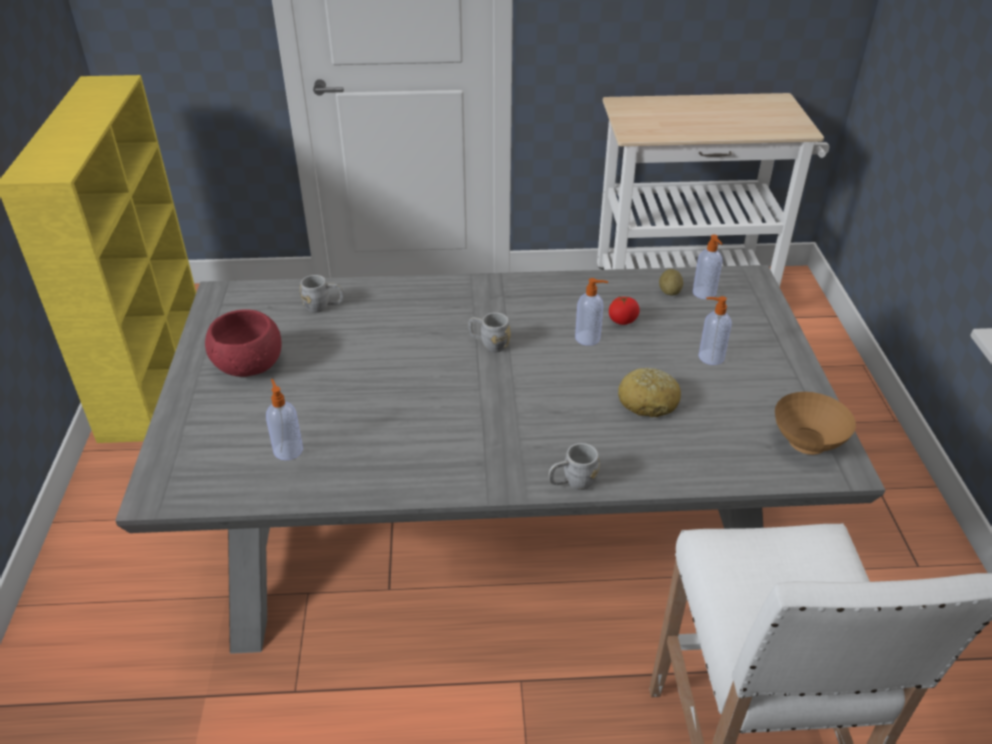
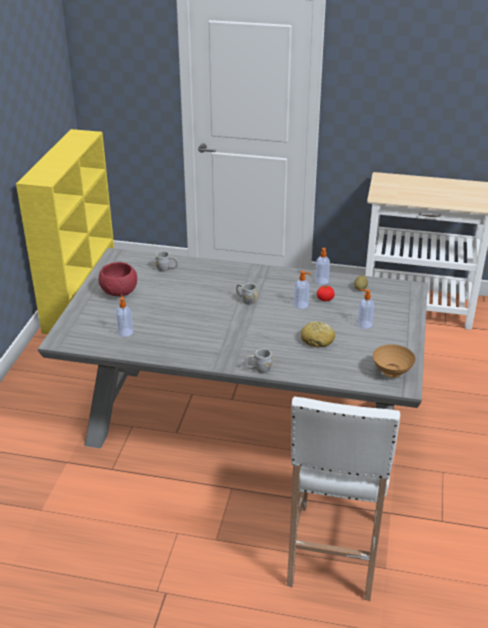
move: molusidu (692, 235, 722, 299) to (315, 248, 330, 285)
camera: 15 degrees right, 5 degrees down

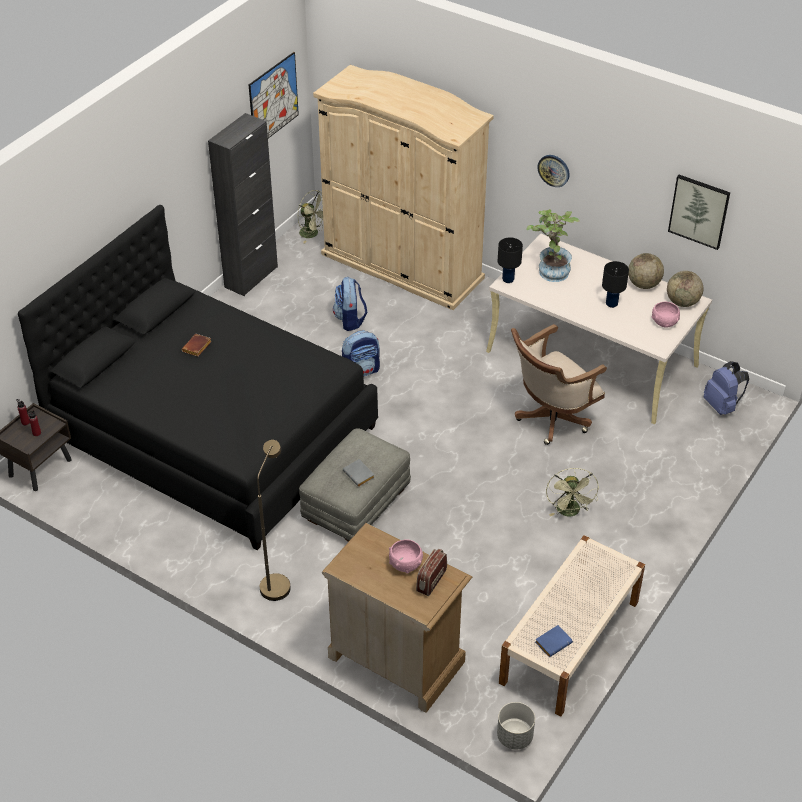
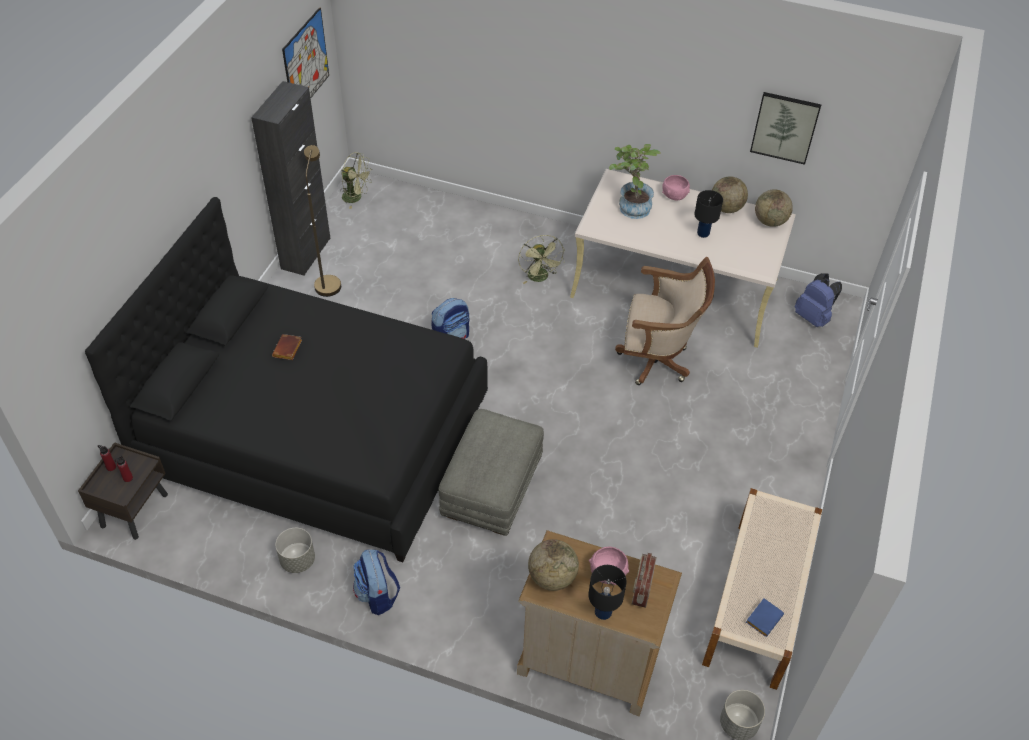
delete: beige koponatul (313, 65, 494, 310); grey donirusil (343, 459, 375, 487); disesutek (537, 155, 569, 187)
insert: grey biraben (275, 528, 315, 573); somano (528, 539, 579, 591)
move: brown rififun (257, 440, 291, 601) to (304, 145, 341, 297); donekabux (333, 277, 367, 331) to (353, 549, 400, 615); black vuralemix (498, 237, 523, 283) to (588, 565, 627, 620); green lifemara (546, 468, 599, 516) to (518, 235, 565, 284); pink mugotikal (652, 302, 680, 328) to (662, 175, 690, 200)
rotate: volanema (511, 324, 607, 445) = (615, 257, 715, 385) 120 degrees counterclockwise
camera: 15 degrees left, 5 degrees up

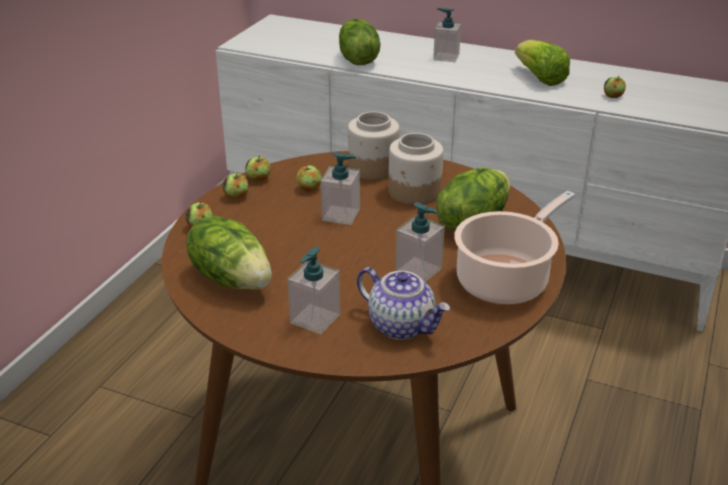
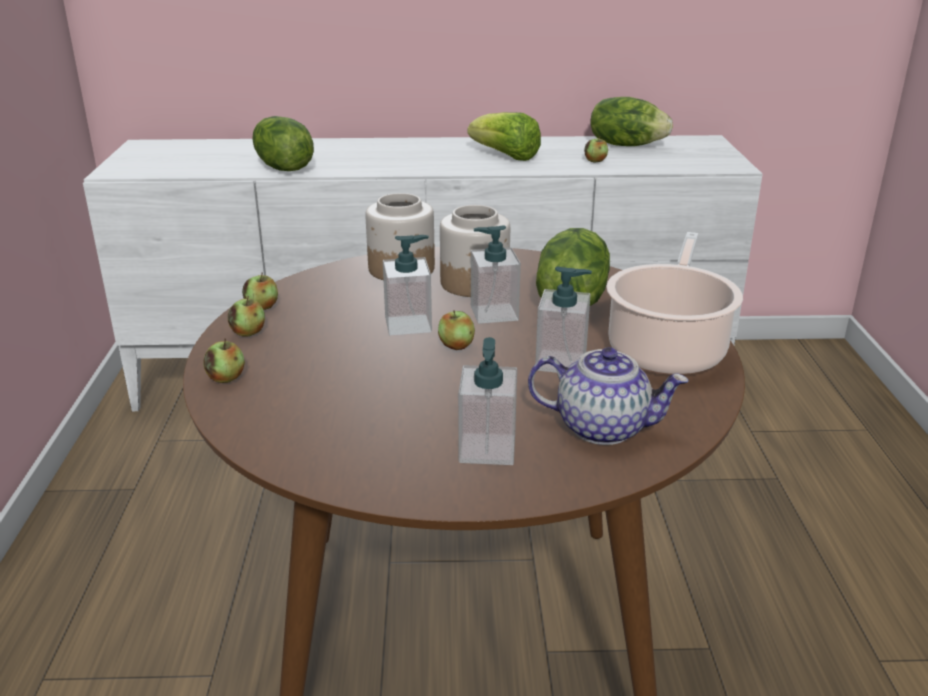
move: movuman (186, 216, 272, 290) to (590, 97, 673, 146); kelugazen (297, 165, 322, 192) to (438, 310, 475, 350); molusidu (433, 8, 461, 62) to (471, 225, 521, 324)
camera: 25 degrees left, 5 degrees down

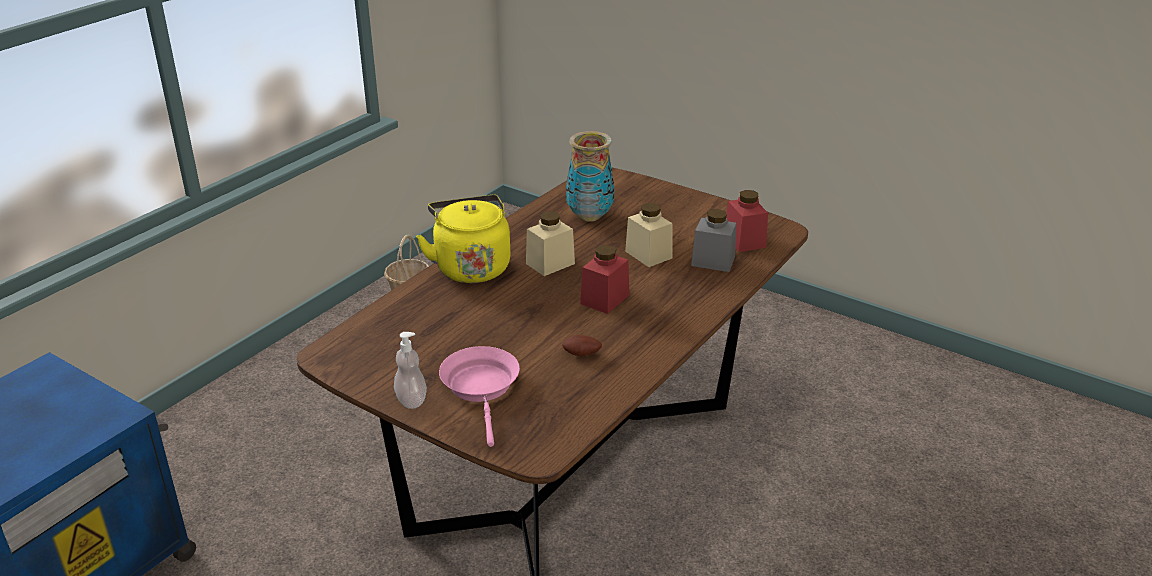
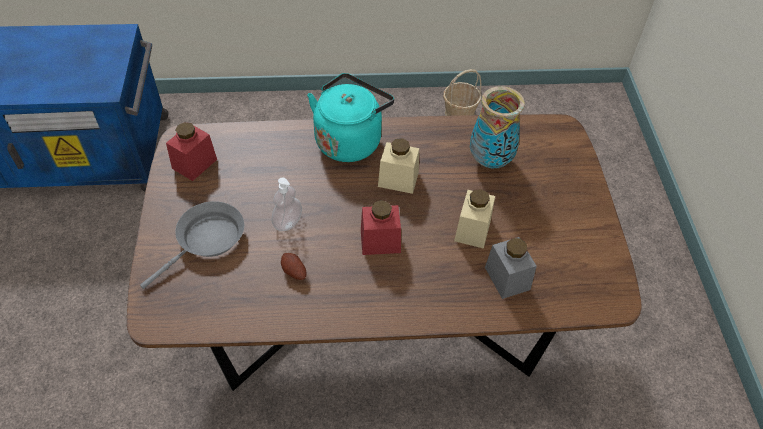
move: molusidu (394, 332, 427, 409) to (272, 177, 302, 231); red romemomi (726, 190, 768, 252) to (166, 122, 217, 181)
recolor: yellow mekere (416, 195, 511, 283) to turquoise mekere (307, 73, 394, 162); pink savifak (439, 346, 520, 447) to grey savifak (140, 201, 244, 289)
camera: 50 degrees right, 20 degrees up

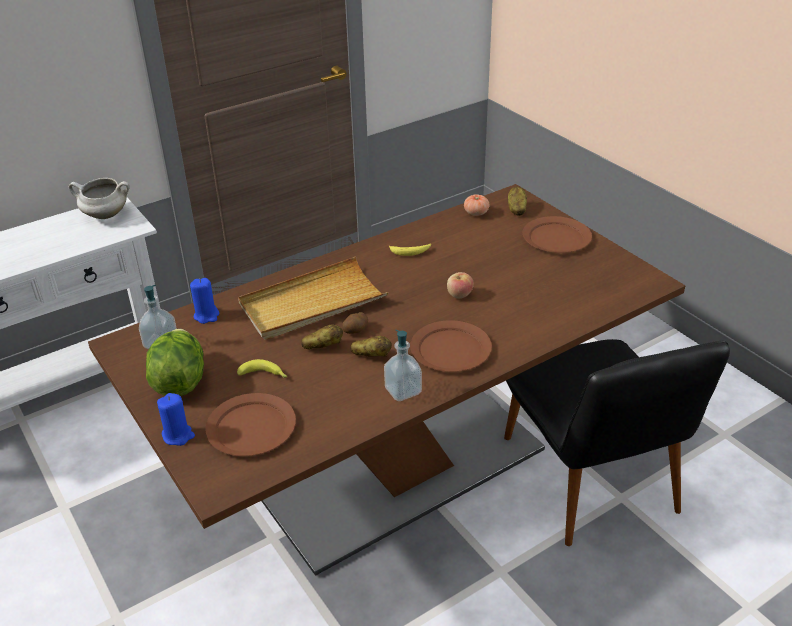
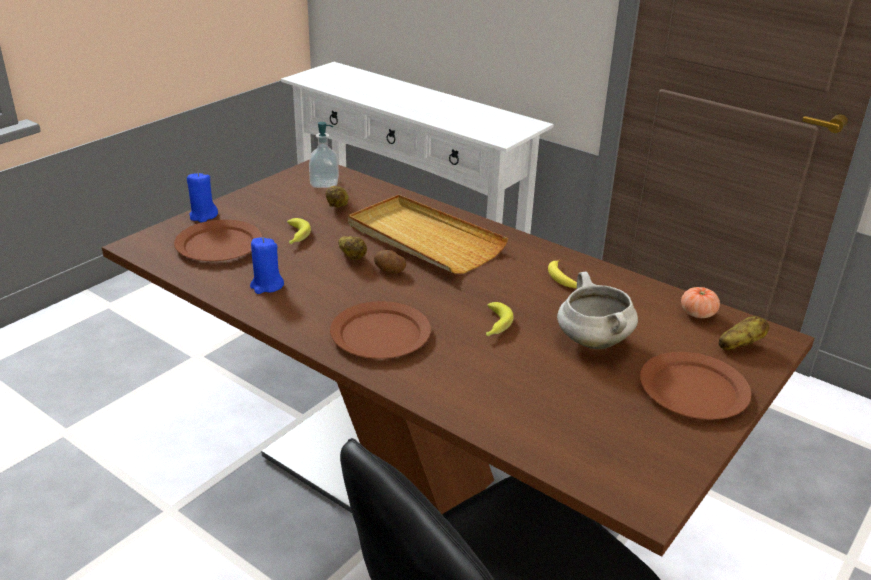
delete: movuman (146, 329, 204, 396); molusidu (384, 330, 422, 401)
move: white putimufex (69, 178, 130, 219) to (557, 272, 638, 349); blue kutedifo (190, 278, 219, 324) to (250, 237, 284, 294); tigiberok (350, 336, 392, 357) to (326, 186, 349, 208)
replace: kelugazen (447, 272, 474, 299) to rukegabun (486, 302, 514, 336)
camera: 70 degrees right, 5 degrees down

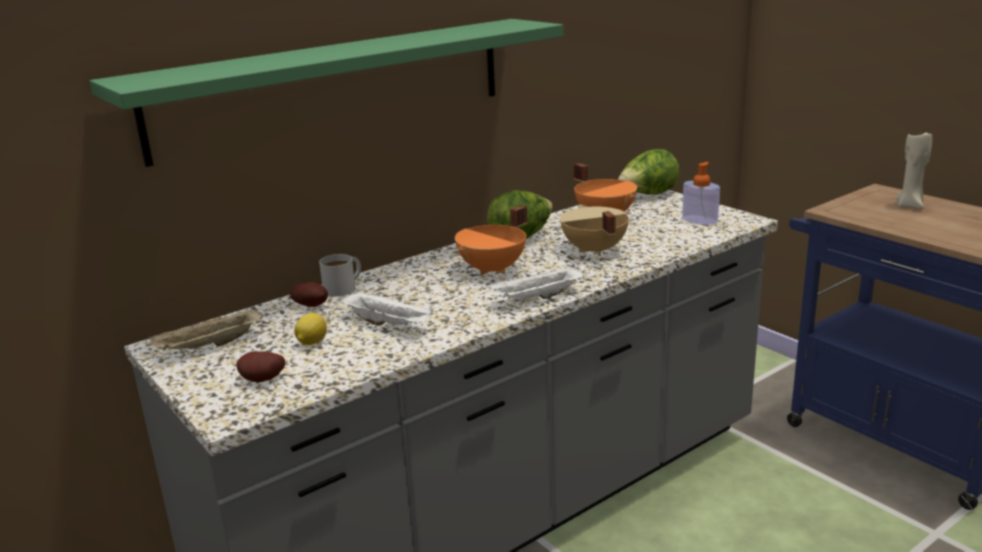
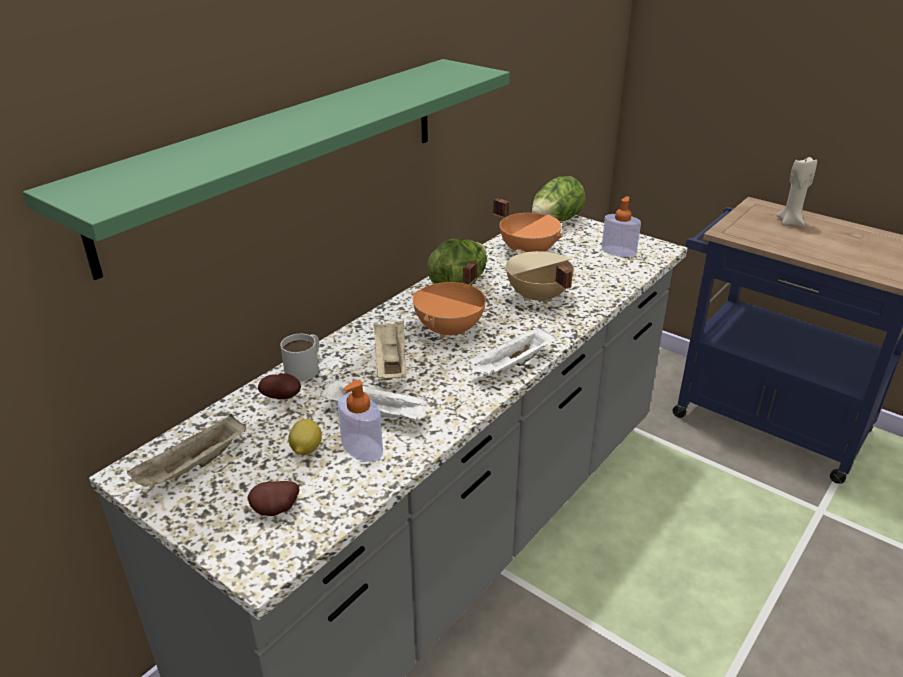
insert: molusidu (338, 380, 383, 462); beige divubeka (374, 321, 406, 379)
camera: 15 degrees left, 10 degrees up

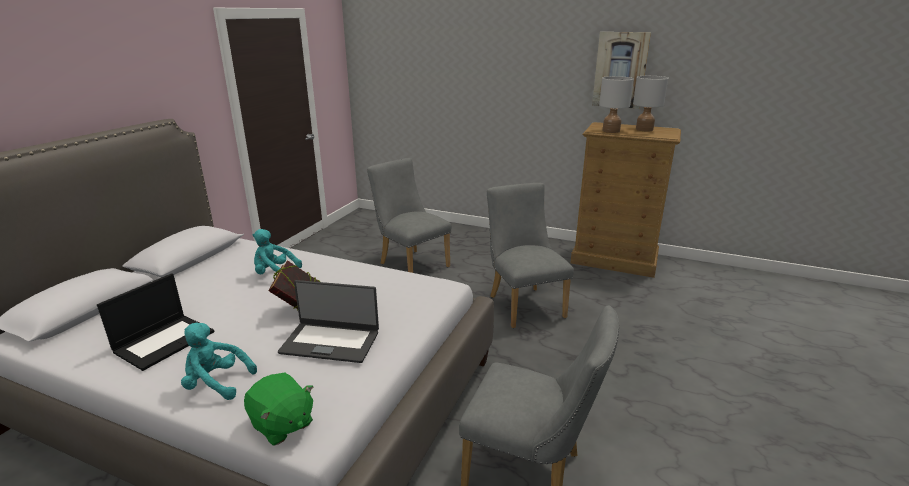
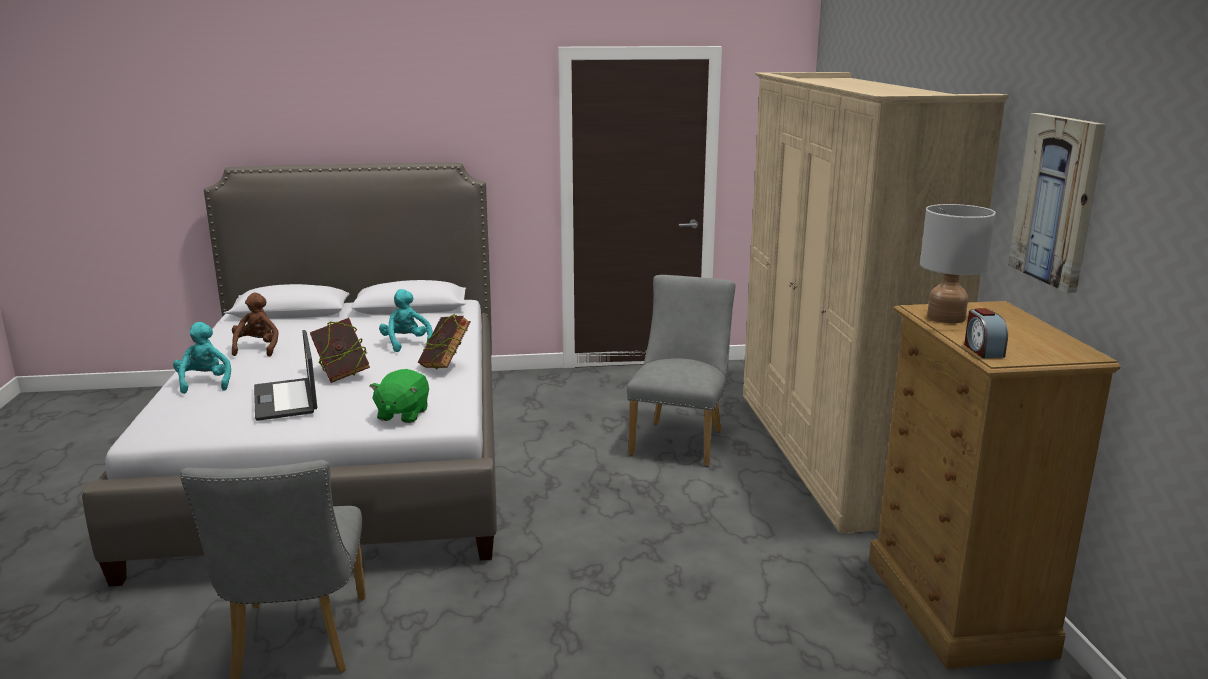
delete: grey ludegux (487, 183, 574, 328); grey vuralemix (633, 76, 669, 131)
insert: donirusil (418, 314, 471, 369); beige koponatul (743, 72, 1009, 534); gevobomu (964, 308, 1008, 358)
move: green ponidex (244, 372, 313, 446) to (370, 369, 429, 423)
replace: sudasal (97, 273, 214, 371) to brown ponidex (232, 293, 279, 356)
camera: 60 degrees right, 5 degrees down

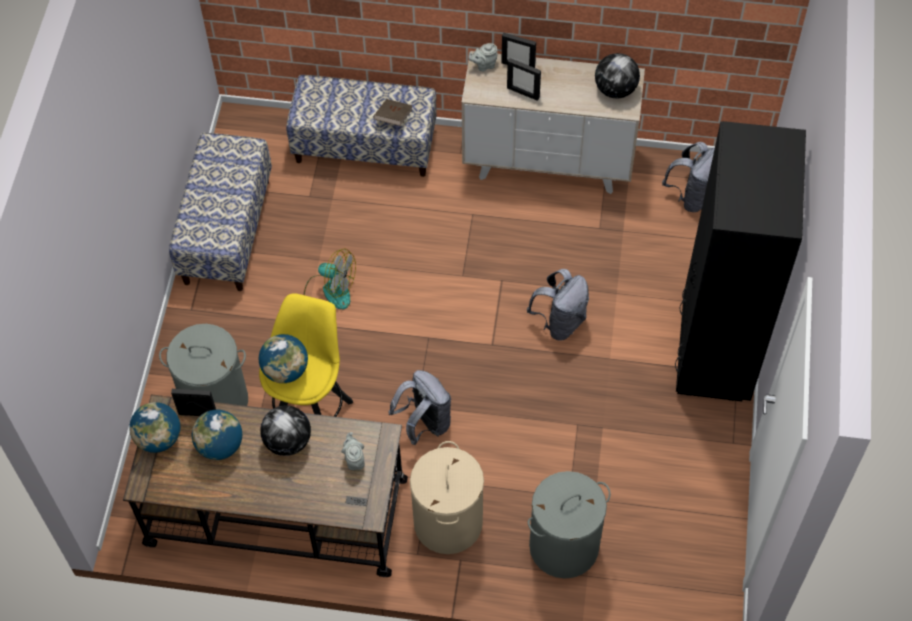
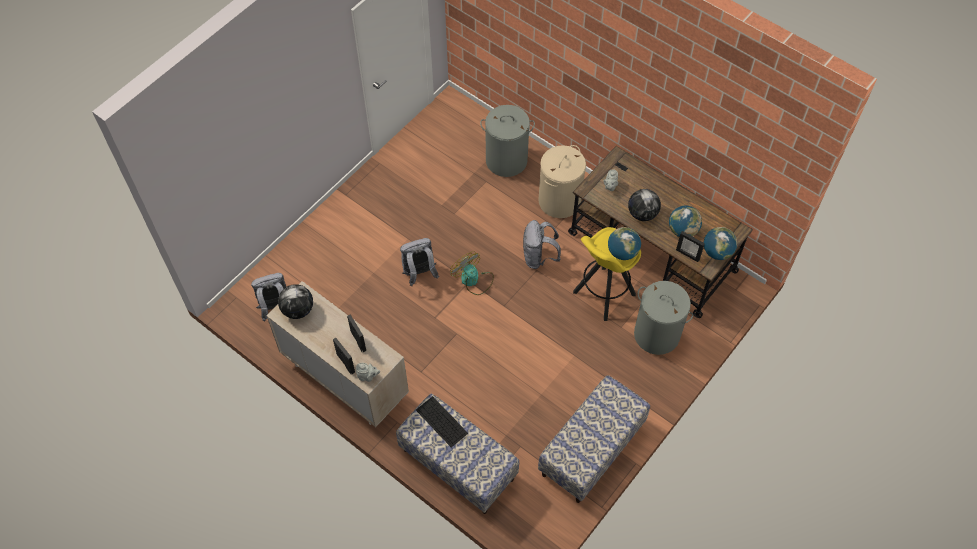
delete: black koponatul (675, 121, 806, 401)
move: lifemara (304, 249, 356, 309) to (450, 251, 494, 295)
replace: brown donirusil (374, 99, 413, 126) to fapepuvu (416, 396, 468, 447)
camera: 150 degrees left, 0 degrees up

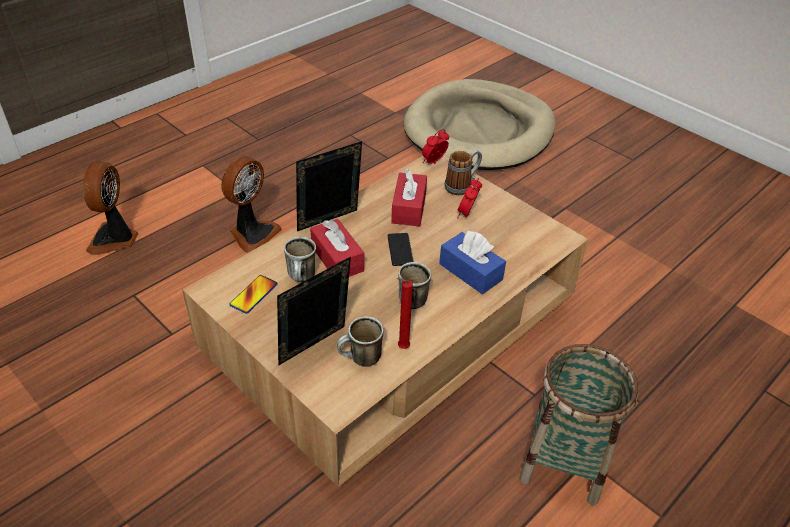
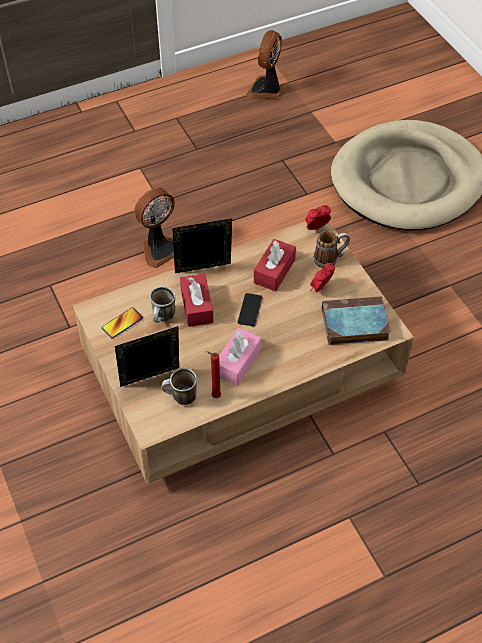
delete: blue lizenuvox (439, 231, 506, 294); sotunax (519, 344, 639, 505)
insert: donirusil (322, 296, 391, 345)
move: lifemara (83, 161, 138, 255) to (246, 30, 284, 99)
replace: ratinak (398, 262, 431, 309) to pink lizenuvox (219, 327, 262, 386)
camera: 20 degrees right, 10 degrees up

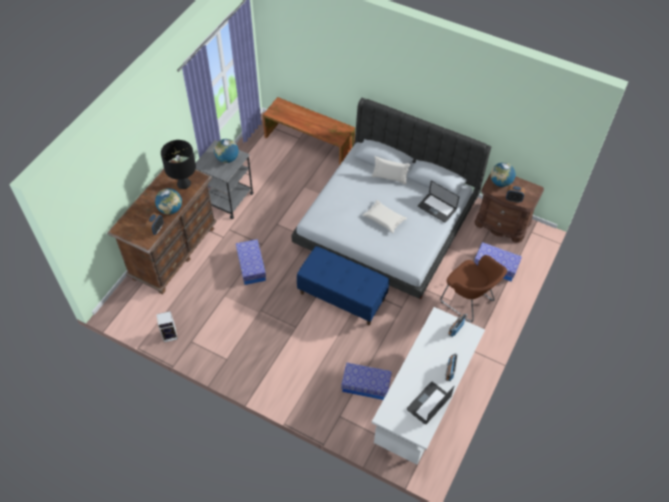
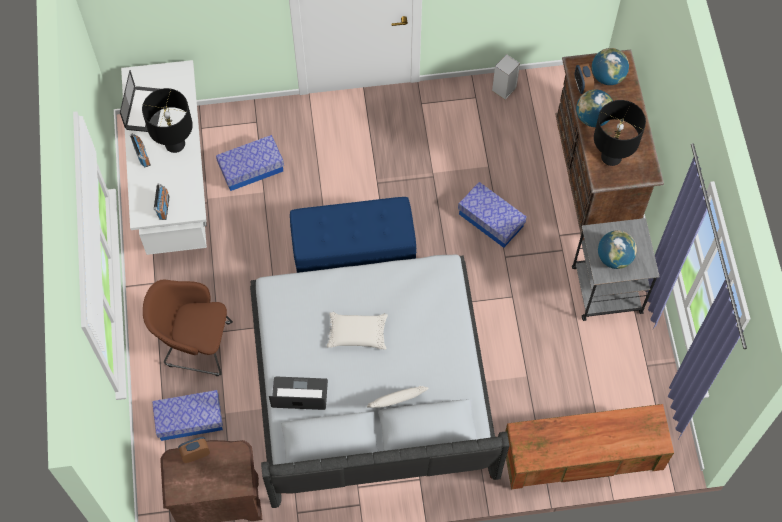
insert: black vuralemix (142, 88, 193, 153)
move: somano (491, 162, 516, 187) to (592, 48, 629, 85)
camera: 145 degrees right, 10 degrees up

